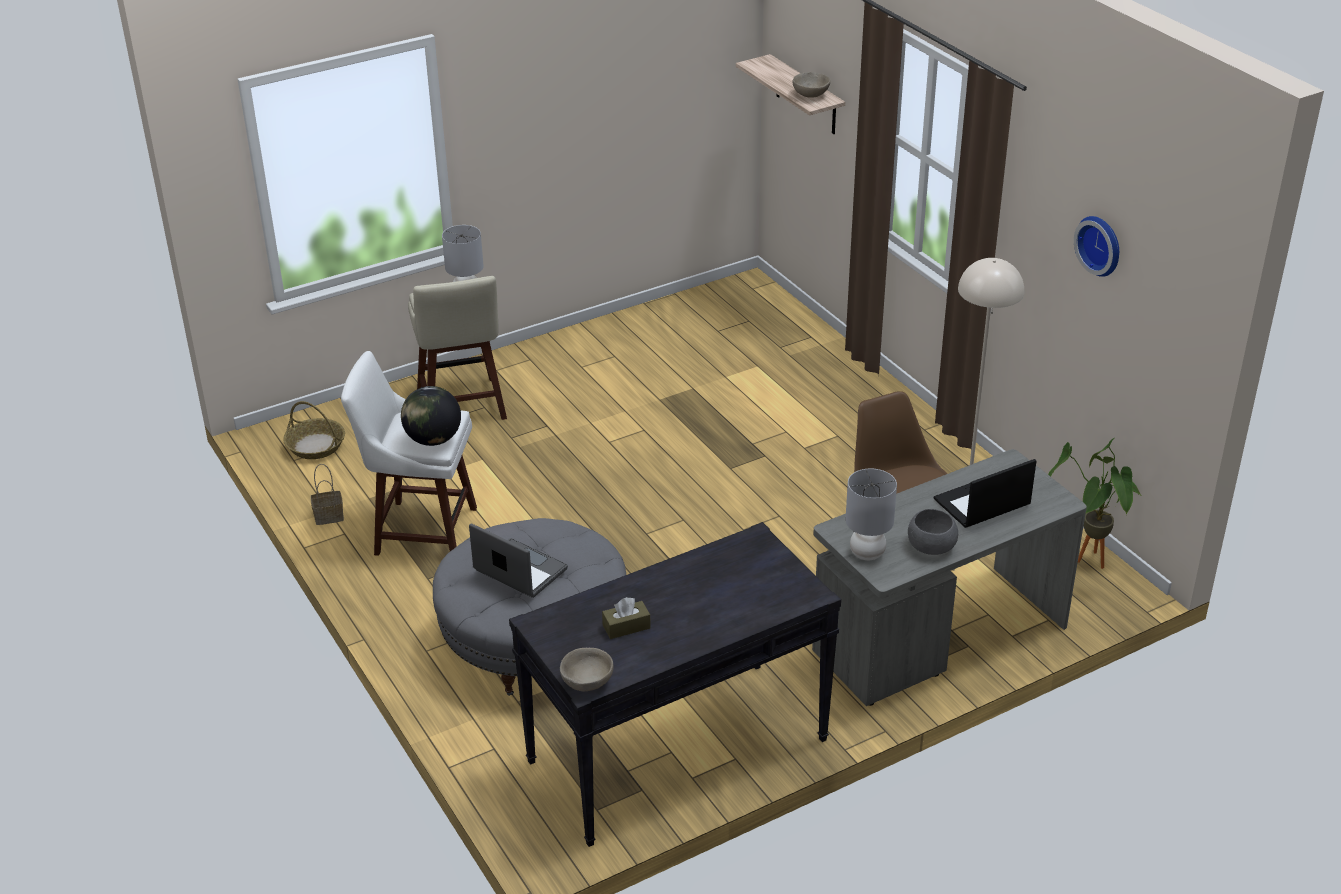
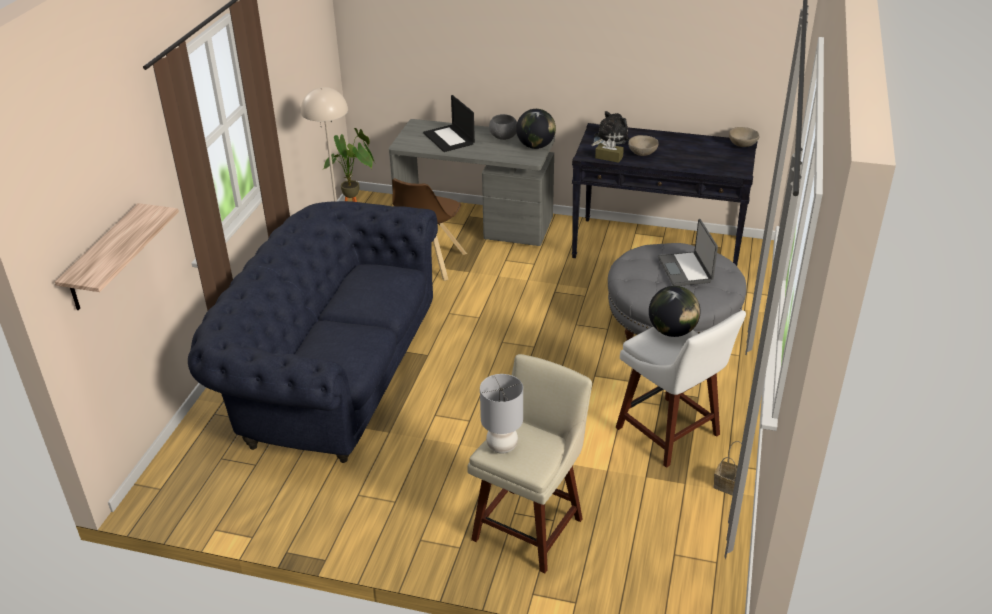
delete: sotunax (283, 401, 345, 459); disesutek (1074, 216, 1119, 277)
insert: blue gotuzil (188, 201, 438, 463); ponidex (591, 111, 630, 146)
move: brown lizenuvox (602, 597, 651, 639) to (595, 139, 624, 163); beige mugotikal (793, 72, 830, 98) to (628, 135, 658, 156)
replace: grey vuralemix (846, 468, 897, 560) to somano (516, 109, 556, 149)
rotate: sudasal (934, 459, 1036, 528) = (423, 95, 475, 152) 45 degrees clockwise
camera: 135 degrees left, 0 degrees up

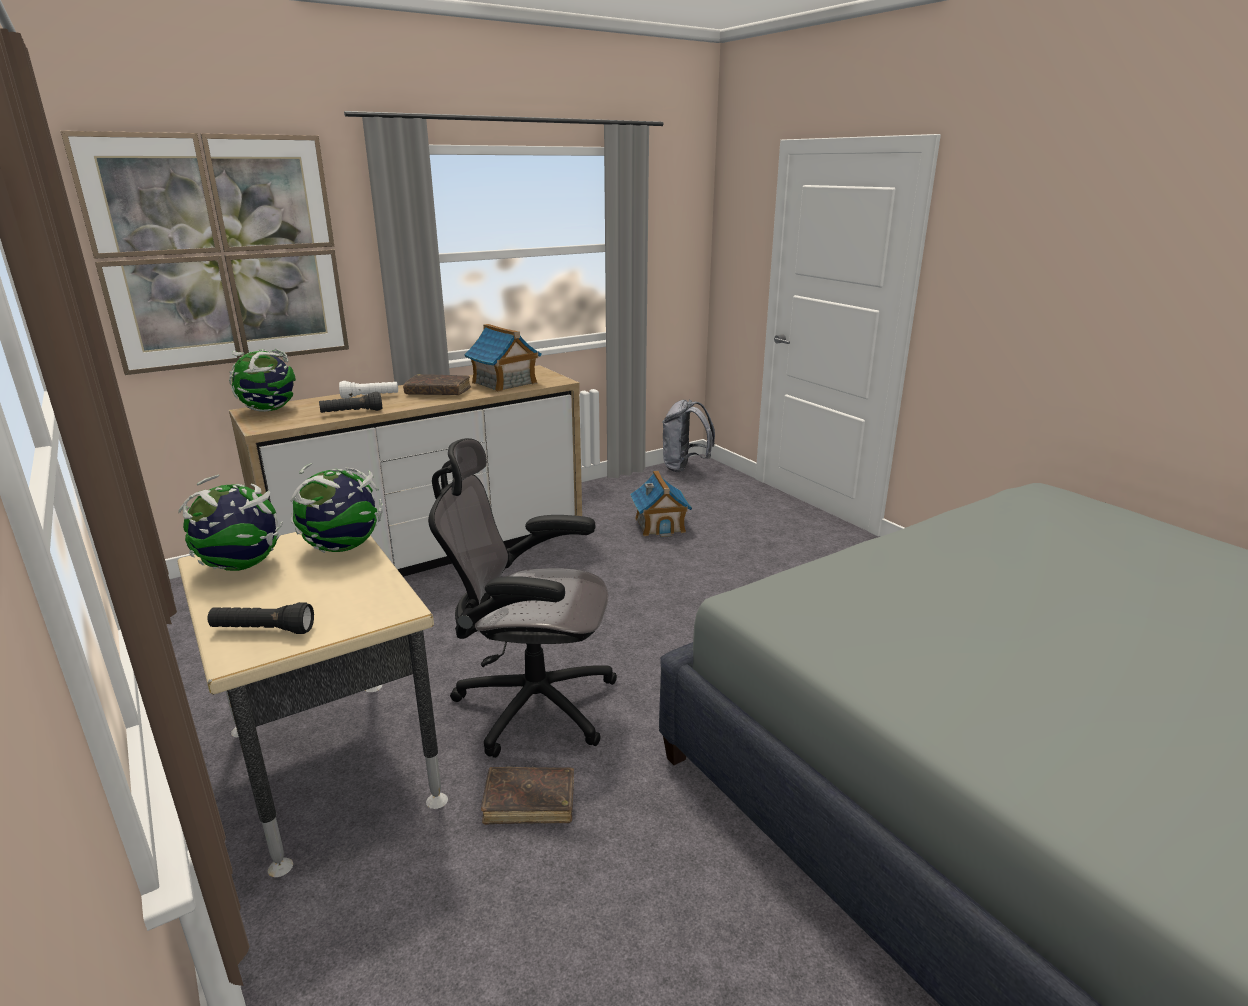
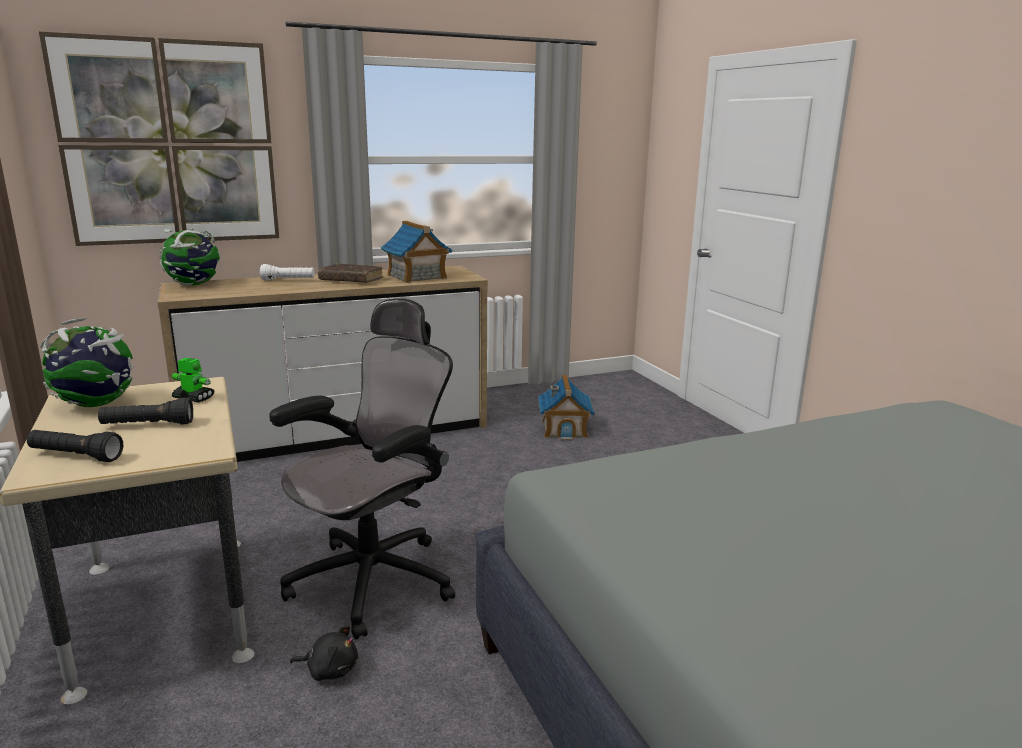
delete: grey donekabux (662, 399, 715, 472)
move: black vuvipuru (319, 392, 382, 413) to (98, 398, 193, 425)
replace: somano (291, 463, 383, 553) to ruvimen (172, 358, 214, 403); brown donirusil (481, 767, 574, 825) to black ponidex (290, 625, 358, 681)
rotate: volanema (428, 438, 617, 758) = (270, 299, 455, 640) 105 degrees clockwise
camera: 10 degrees right, 5 degrees down

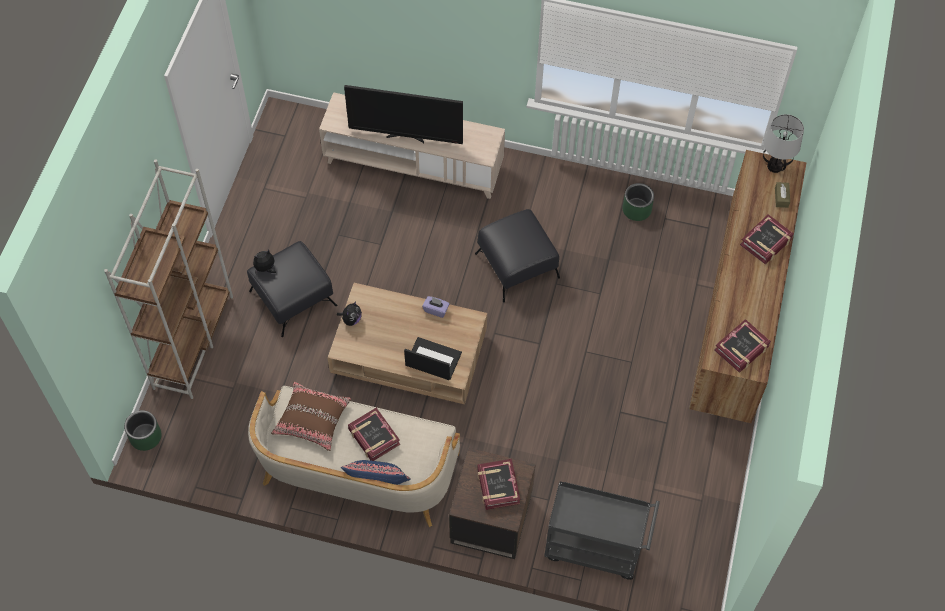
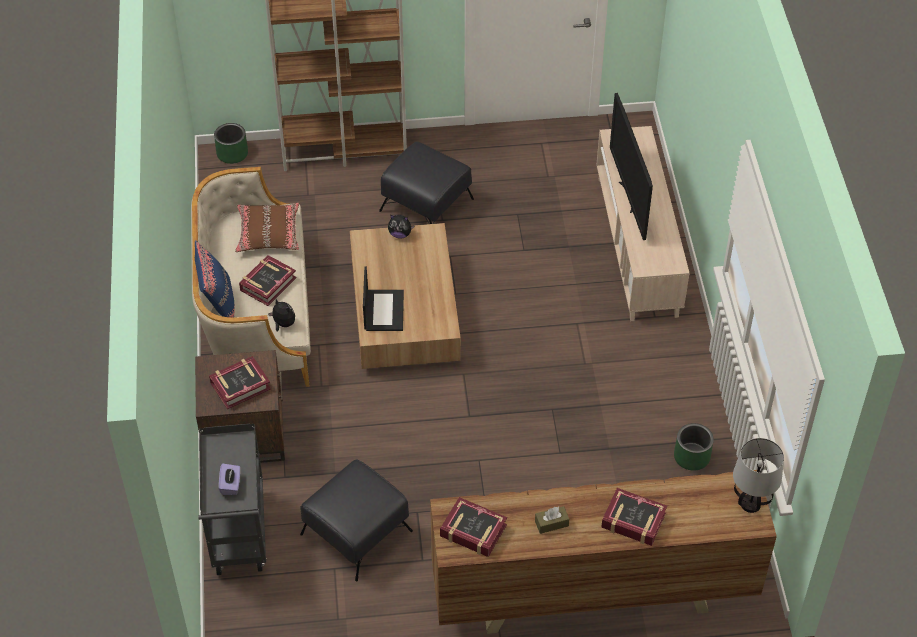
move: ponidex (253, 250, 276, 274) to (268, 299, 295, 332); purple lizenuvox (422, 296, 450, 318) to (219, 463, 240, 495); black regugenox (475, 209, 560, 302) to (300, 459, 413, 581); brown lizenuvox (775, 182, 790, 208) to (535, 506, 569, 534)
camera: 70 degrees right, 10 degrees down

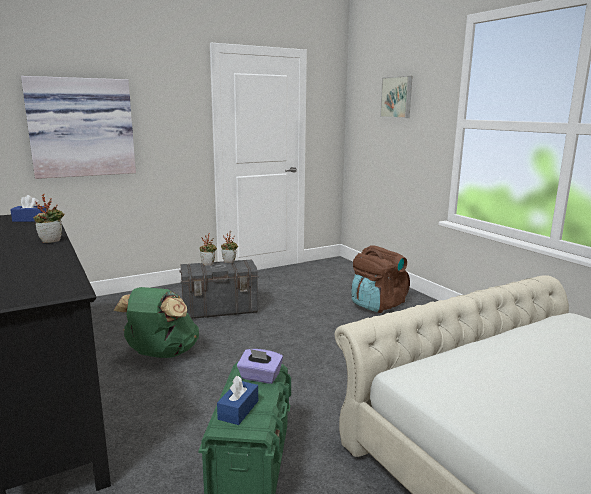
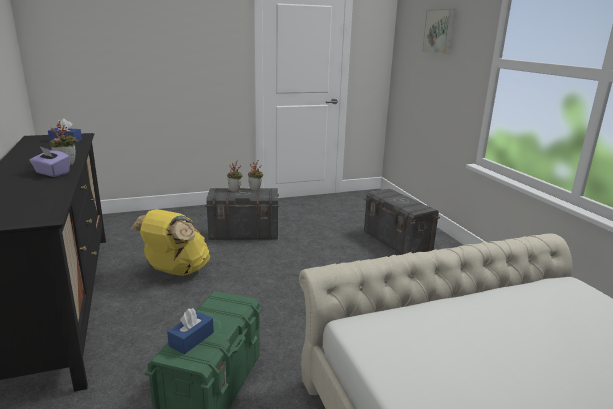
delete: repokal (21, 76, 136, 179)
move: purple lizenuvox (237, 349, 283, 384) to (30, 147, 70, 177)
replace: brown donekabux (352, 245, 410, 313) to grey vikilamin (364, 188, 440, 255)
recolor: green donekabux (113, 287, 199, 358) to yellow donekabux (131, 209, 210, 276)
camera: 10 degrees right, 5 degrees up

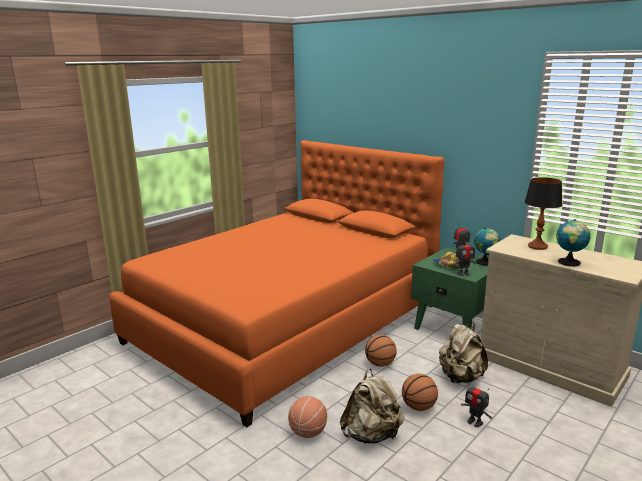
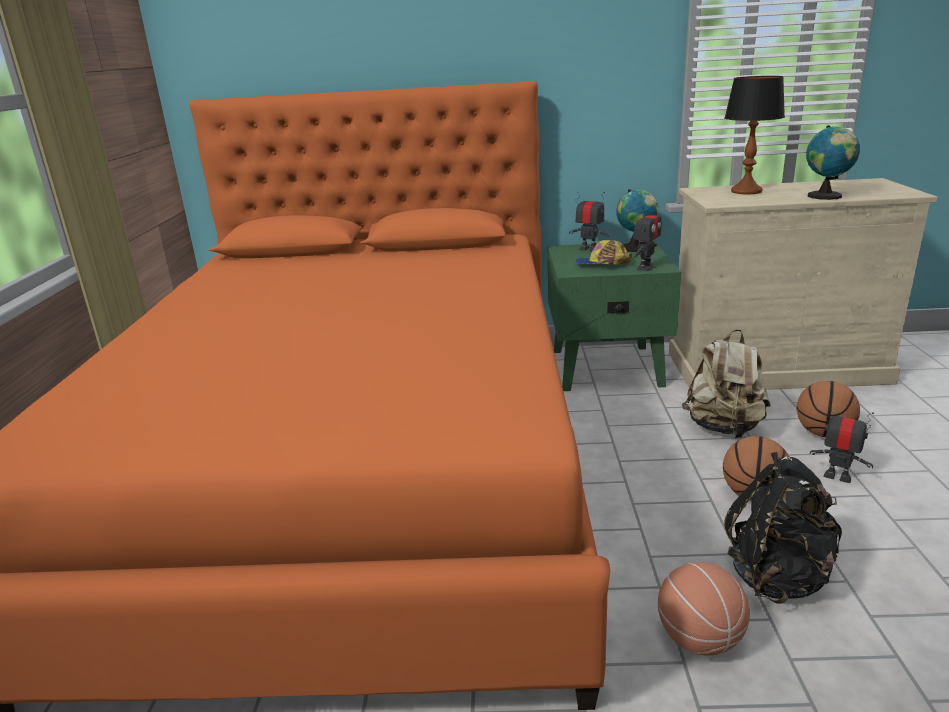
move: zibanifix (365, 335, 397, 367) to (797, 381, 860, 437)
recolor: beige donekabux (340, 368, 404, 443) to black donekabux (724, 452, 842, 604)
rotate: ruvimen (461, 385, 493, 427) = (810, 405, 874, 483) 150 degrees counterclockwise
camera: 40 degrees left, 5 degrees up

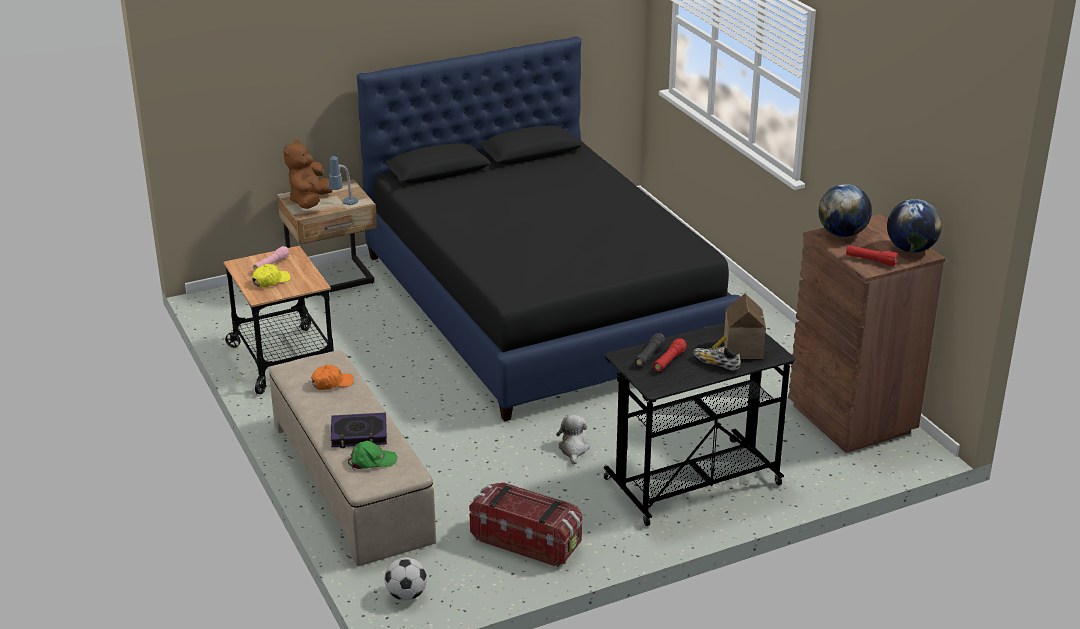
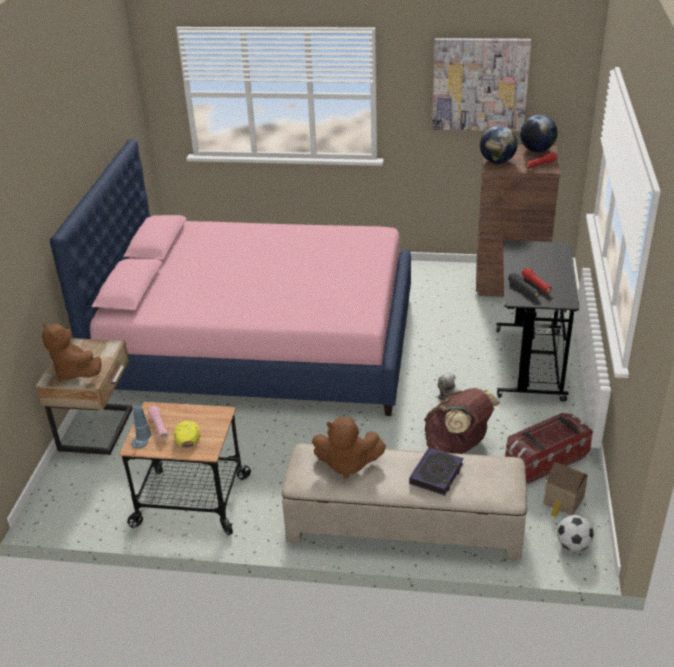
delete: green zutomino (348, 441, 397, 470); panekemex (693, 346, 741, 370)
insert: brown donekabux (424, 388, 500, 454); repokal (432, 38, 531, 131)
move: vuralemix (329, 156, 358, 205) to (131, 406, 151, 448); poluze (712, 293, 766, 359) to (543, 462, 588, 517)
replace: orange zutomino (311, 364, 354, 390) to brown ponidex (312, 417, 386, 479)
recolor: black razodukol (357, 37, 740, 421) to pink razodukol (50, 139, 411, 416)
camera: 55 degrees left, 5 degrees up

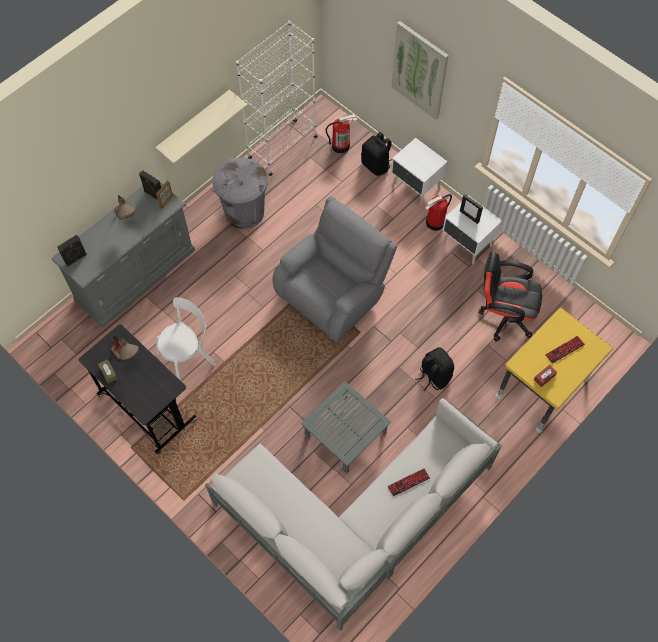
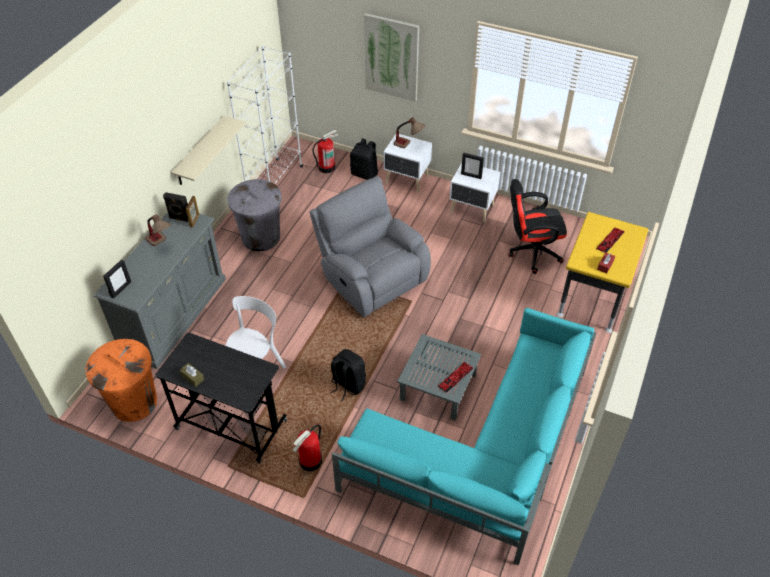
insert: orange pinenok (85, 339, 157, 422)
move: vuralemix (111, 336, 139, 360) to (394, 118, 425, 148); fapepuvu (388, 469, 430, 496) to (438, 362, 473, 392); black donekabux (415, 347, 454, 391) to (330, 349, 366, 401); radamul (425, 194, 452, 231) to (292, 424, 322, 471)
replace: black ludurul (57, 235, 87, 266) to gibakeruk (103, 259, 131, 298)
recolor: white gotuzil (205, 381, 502, 631) to turquoise gotuzil (332, 308, 596, 565)
rotate: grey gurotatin (273, 196, 397, 342) = (310, 176, 431, 318) 60 degrees counterclockwise
camera: 20 degrees left, 15 degrees down

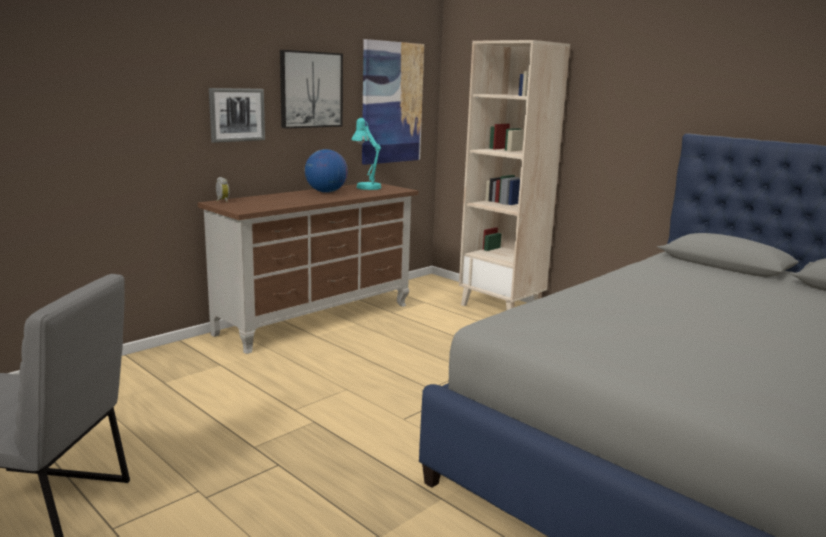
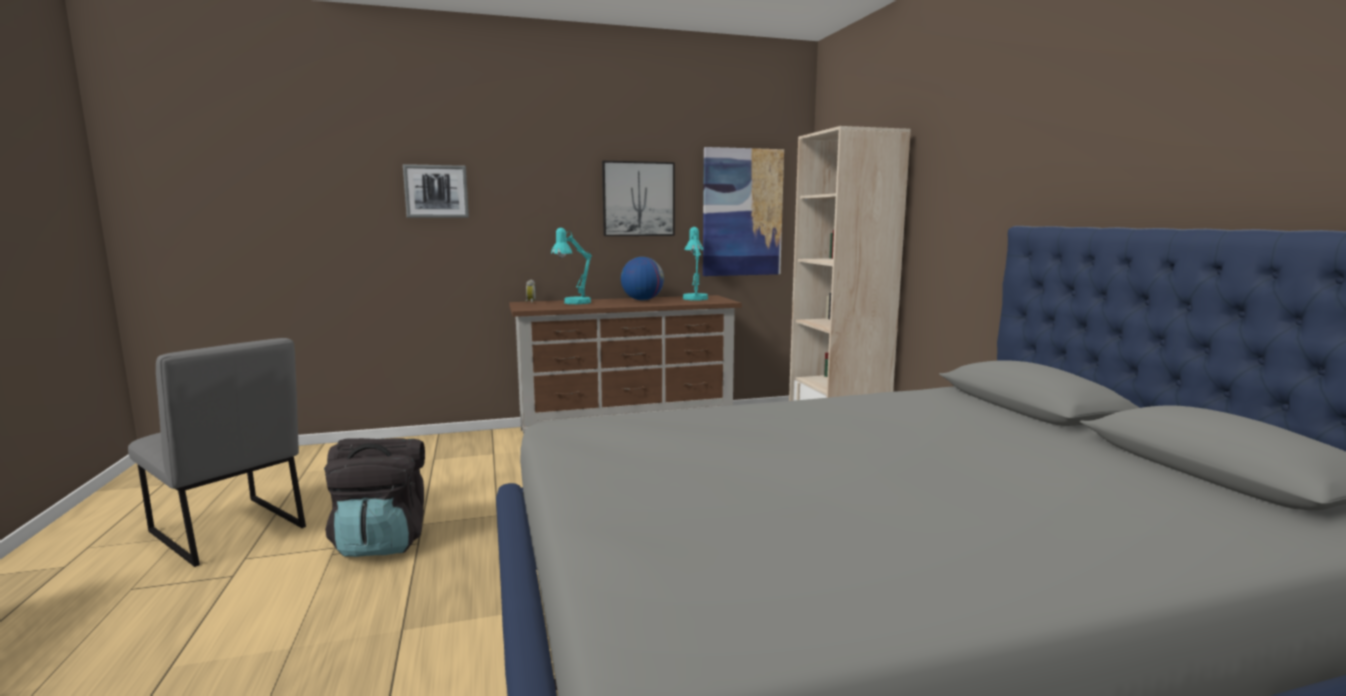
insert: black donekabux (324, 438, 425, 557); turquoise vuralemix (551, 228, 592, 304)
move: repokal (209, 88, 265, 143) to (403, 164, 469, 218)
camera: 30 degrees right, 5 degrees down

